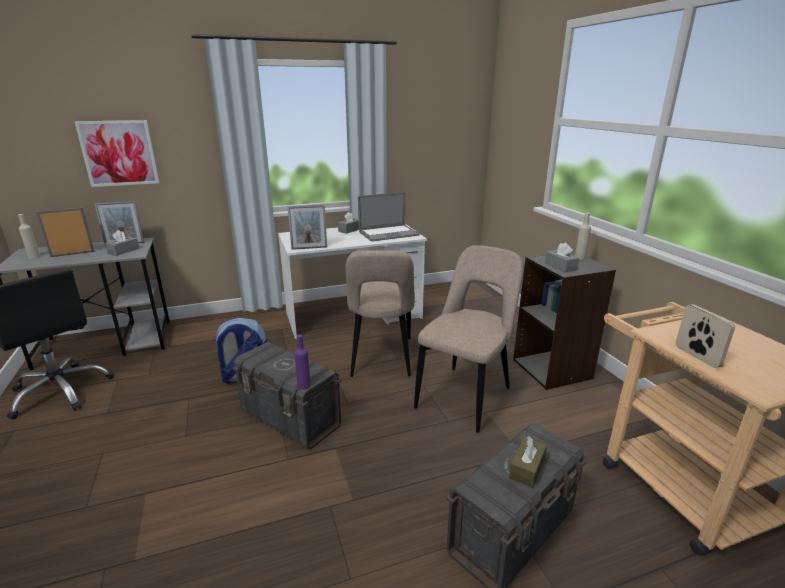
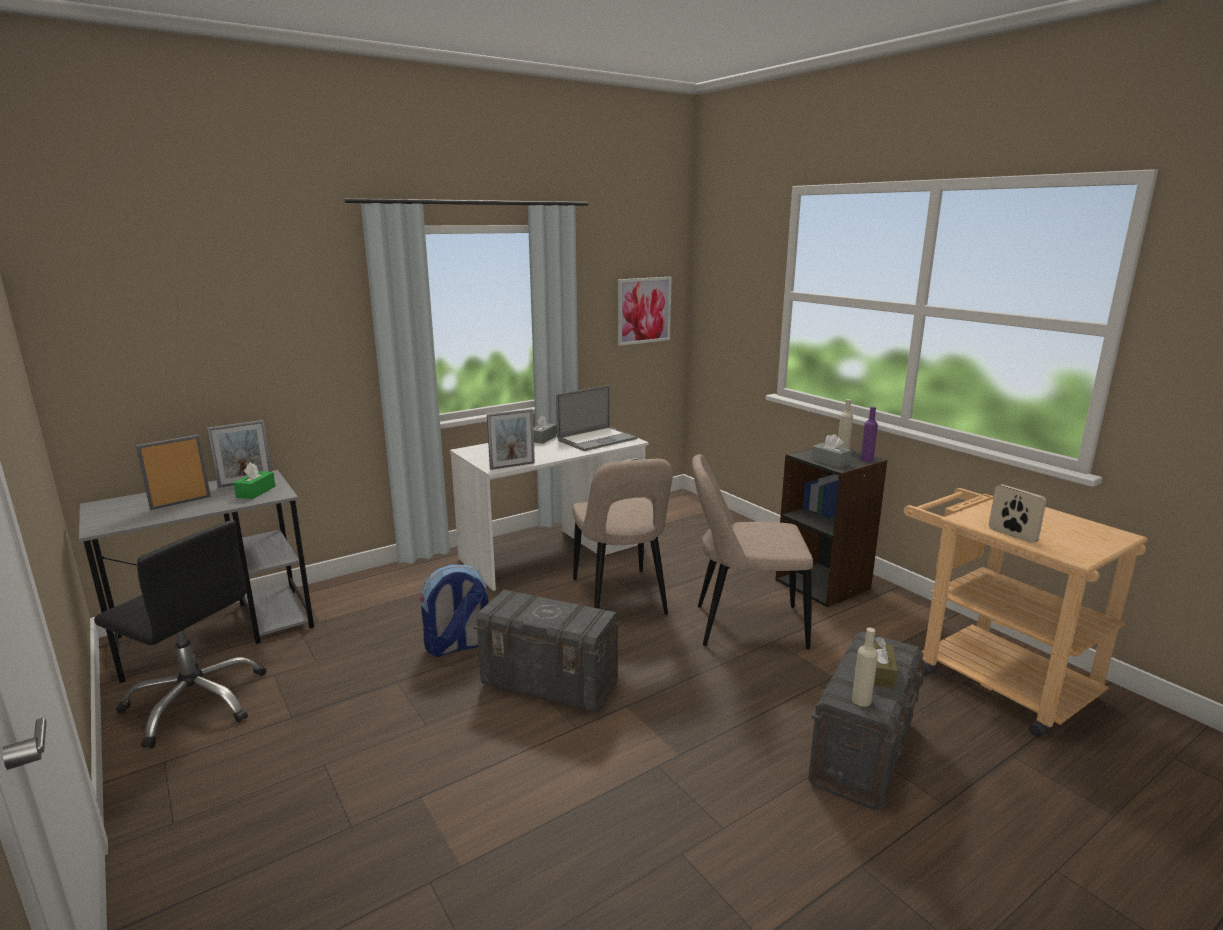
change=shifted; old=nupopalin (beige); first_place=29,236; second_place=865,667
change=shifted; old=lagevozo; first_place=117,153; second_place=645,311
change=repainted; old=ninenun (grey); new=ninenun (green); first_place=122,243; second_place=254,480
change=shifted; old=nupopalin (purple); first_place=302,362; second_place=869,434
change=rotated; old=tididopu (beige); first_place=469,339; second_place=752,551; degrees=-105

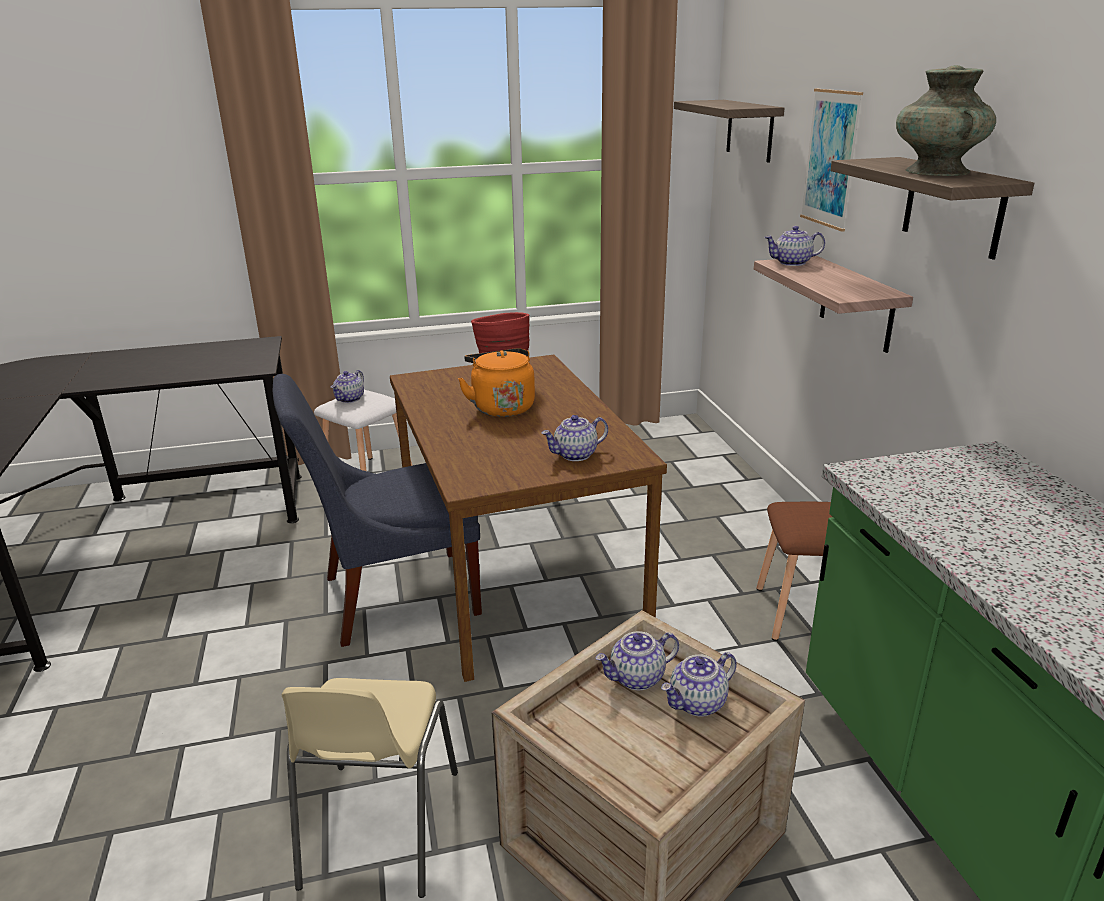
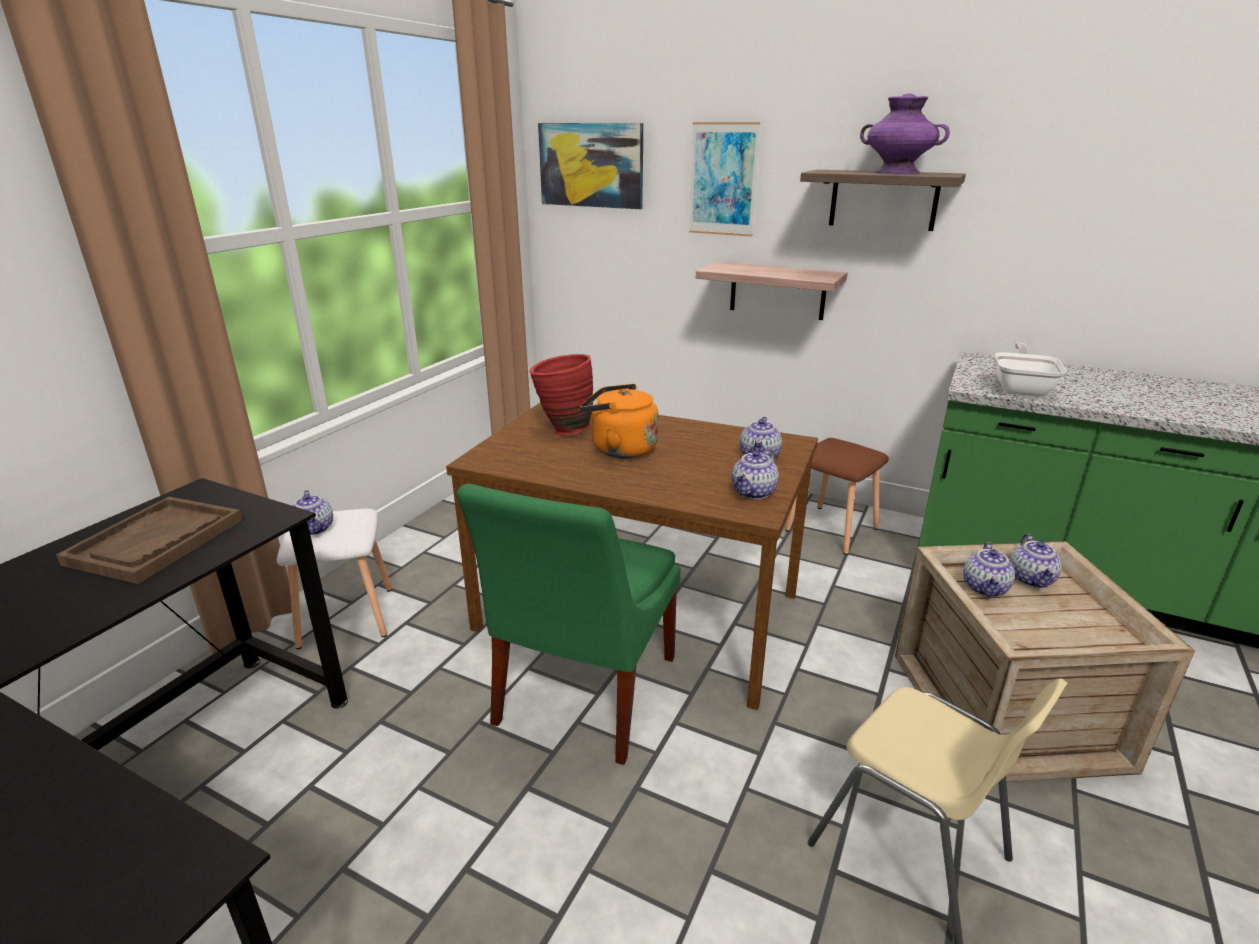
change=repainted; old=tididopu (blue); new=tididopu (green); first_place=377,510; second_place=569,624
change=swapped; old=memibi; new=lagevozo; first_place=729,131; second_place=590,166
change=shifted; old=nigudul; first_place=795,246; second_place=755,474
change=repainted; old=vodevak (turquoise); new=vodevak (purple); first_place=946,120; second_place=905,133
change=new; new=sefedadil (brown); second_place=149,540
change=new; new=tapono; second_place=1031,370

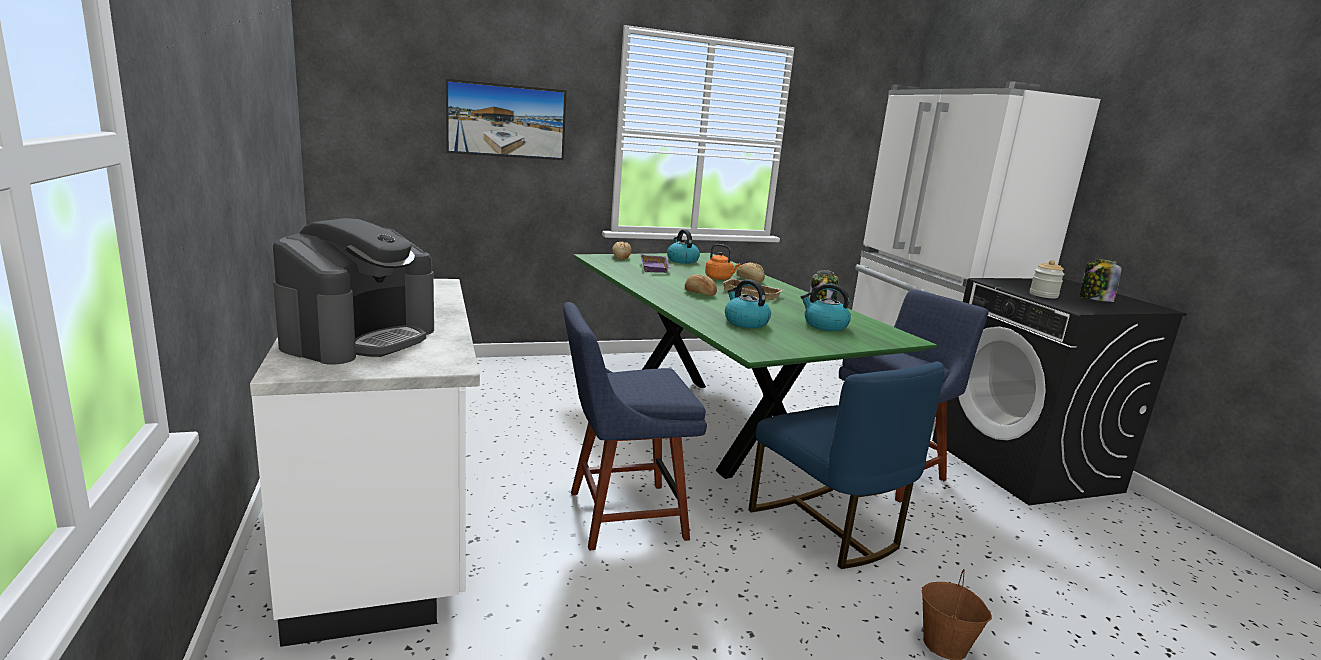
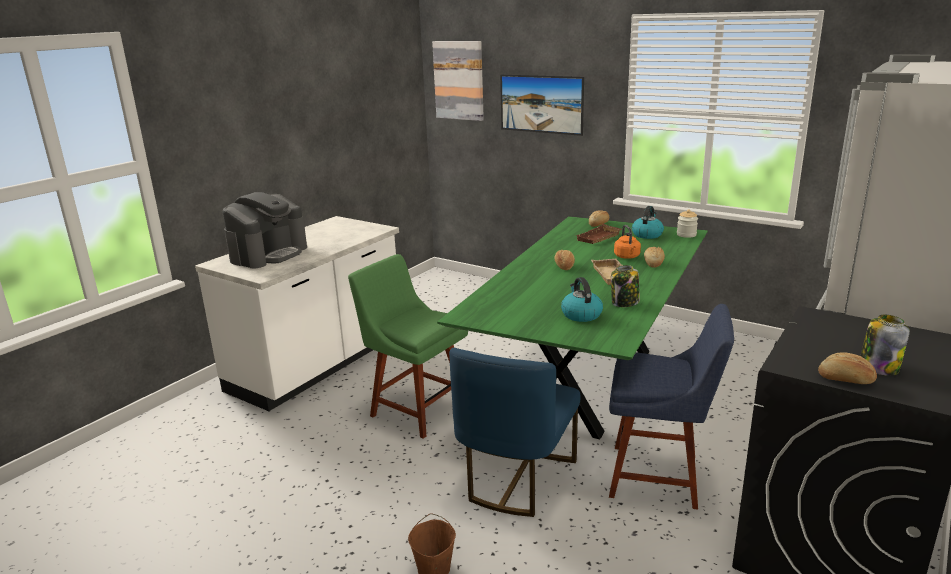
change=rotated; old=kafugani; first_place=353,291; second_place=264,230; degrees=-45
change=repainted; old=tididopu (blue); new=tididopu (green); first_place=635,426; second_place=408,346
change=repainted; old=sefedadil (purple); new=sefedadil (brown); first_place=655,263; second_place=599,234
change=gone; old=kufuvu; first_place=748,304
change=shifted; old=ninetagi; first_place=1047,279; second_place=687,223
change=new; new=lagevozo; second_place=458,81
change=new; new=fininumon; second_place=847,368

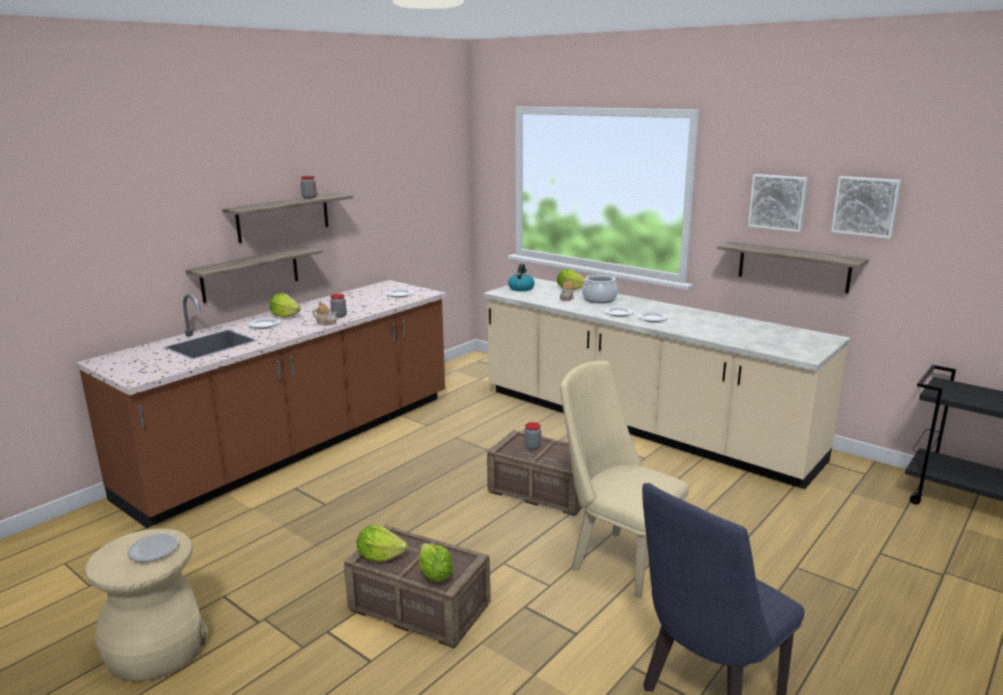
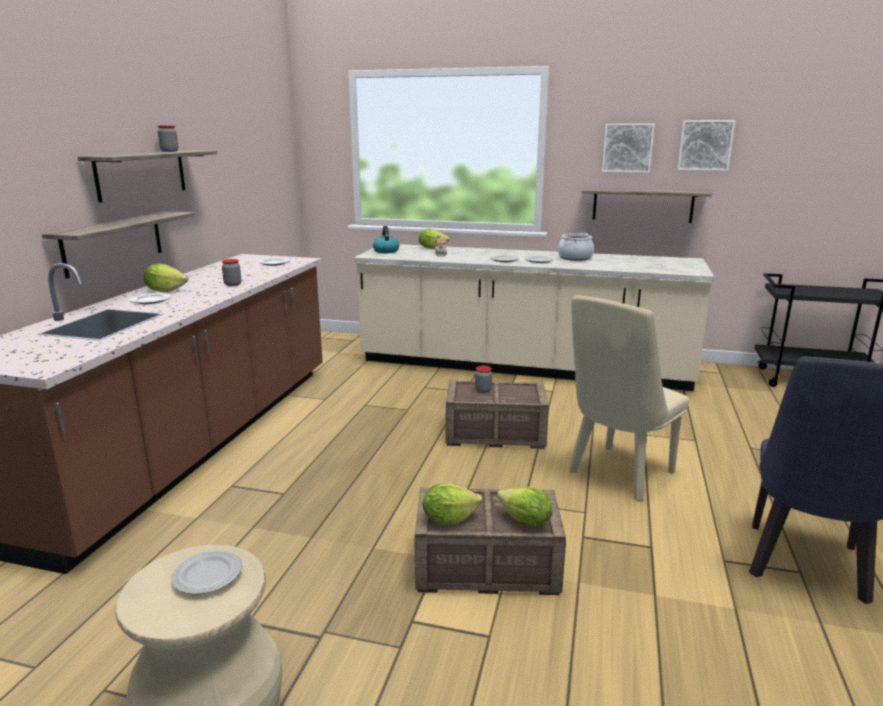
change=gone; old=nigudul; first_place=325,313
change=rotated; old=tididopu (beige); first_place=624,479; second_place=629,398; degrees=-60
change=shifted; old=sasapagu; first_place=600,289; second_place=576,247

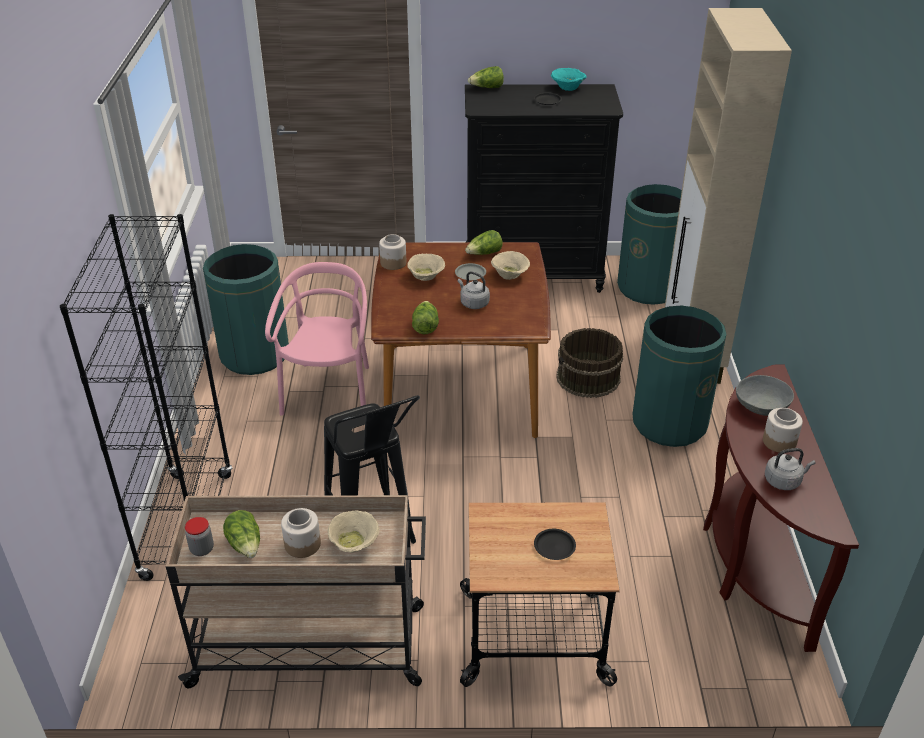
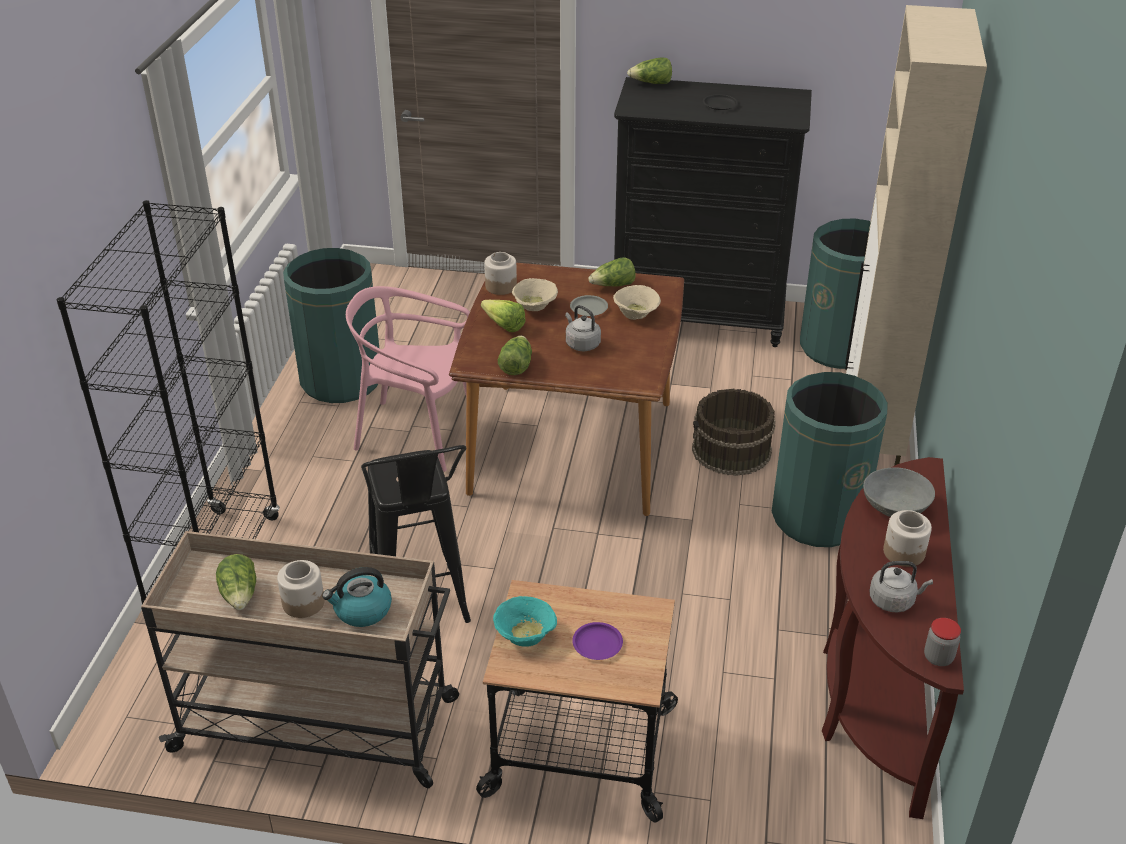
change=shifted; old=ninetagi; first_place=199,536; second_place=942,642
change=rotated; old=tididopu (pink); first_place=317,339; second_place=408,379; degrees=-90
change=swapped; old=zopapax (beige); new=kufuvu; first_place=353,531; second_place=357,597
change=repainted; old=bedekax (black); new=bedekax (purple); first_place=555,544; second_place=597,641
change=shifted; old=zopapax (turquoise); first_place=569,79; second_place=525,621
change=new; new=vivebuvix; second_place=503,316

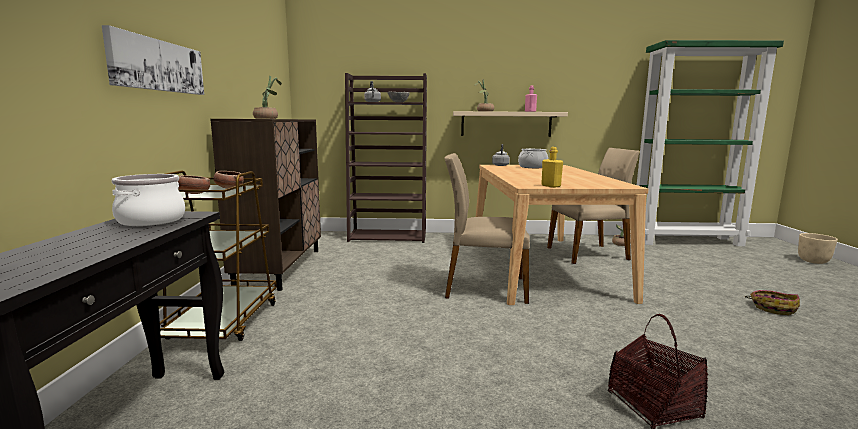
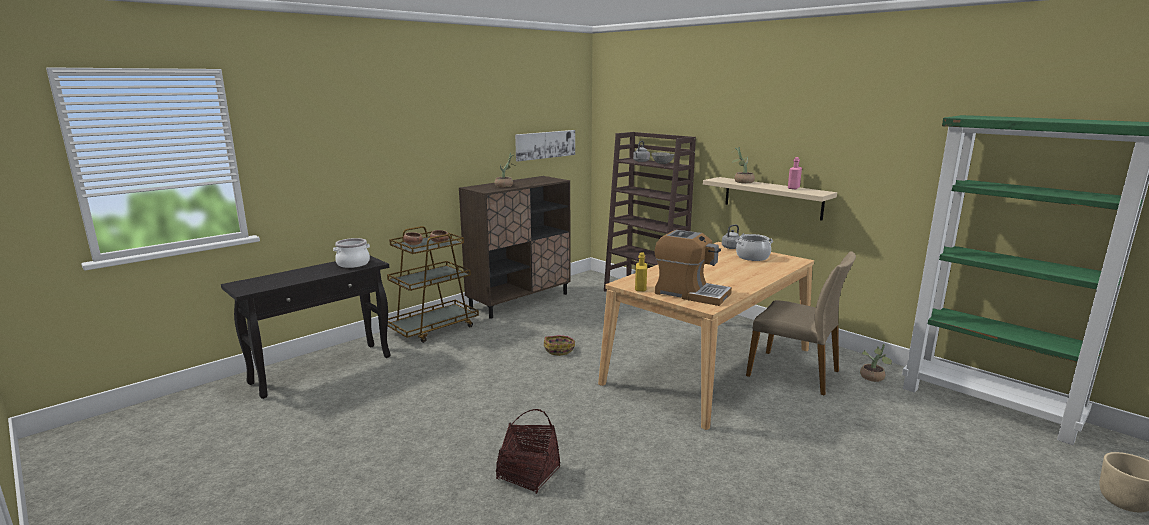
change=shifted; old=lagevozo; first_place=153,60; second_place=545,145
change=gone; old=tididopu (beige); first_place=487,228
change=shifted; old=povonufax; first_place=772,302; second_place=559,345
change=new; new=kafugani; second_place=693,268

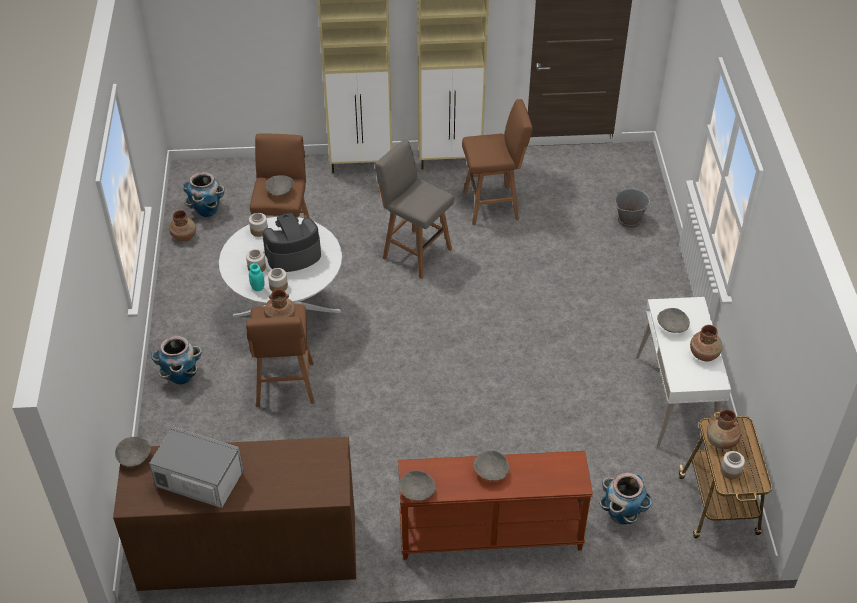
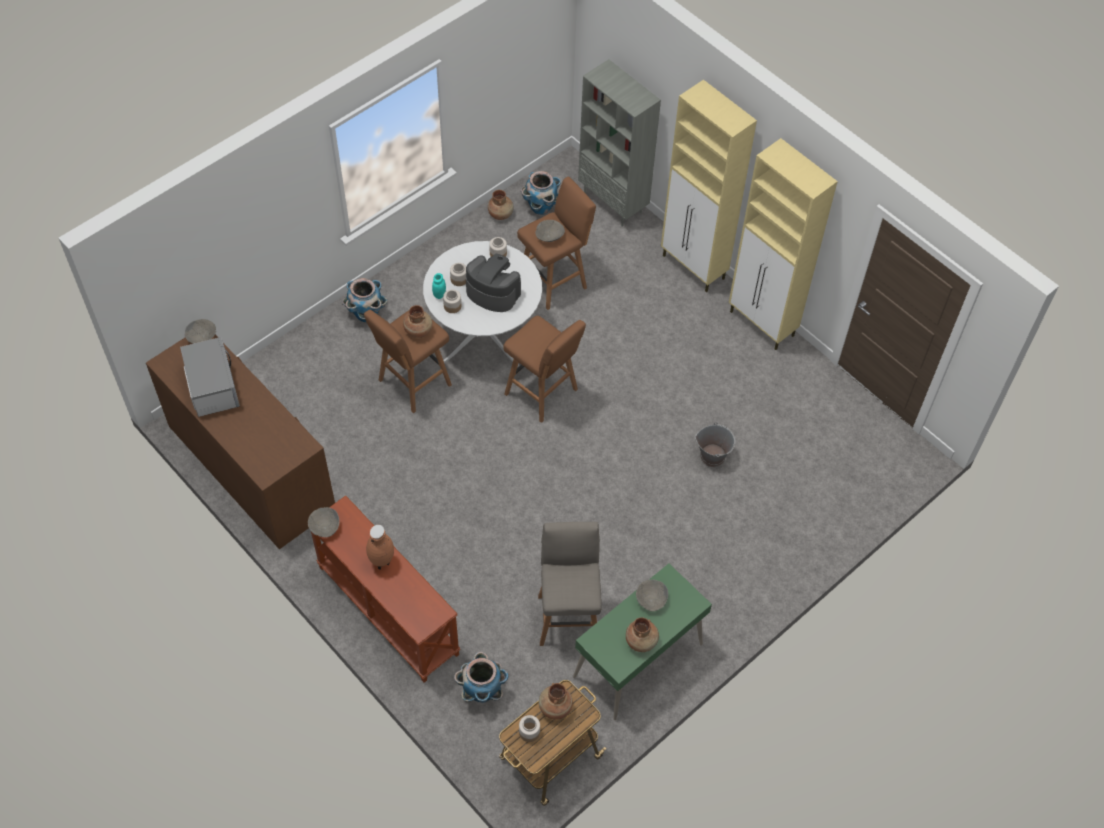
change=shifted; old=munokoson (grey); first_place=414,209; second_place=570,584
change=shifted; old=munokoson (brown); first_place=497,162; second_place=544,369
change=swapped; old=zopapax (grey); new=vodevak (brown); first_place=491,466; second_place=380,547
change=shifted; old=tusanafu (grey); first_place=632,208; second_place=715,444
change=repainted; old=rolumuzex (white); new=rolumuzex (green); first_place=683,372; second_place=642,641
change=new; new=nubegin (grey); second_place=619,143

